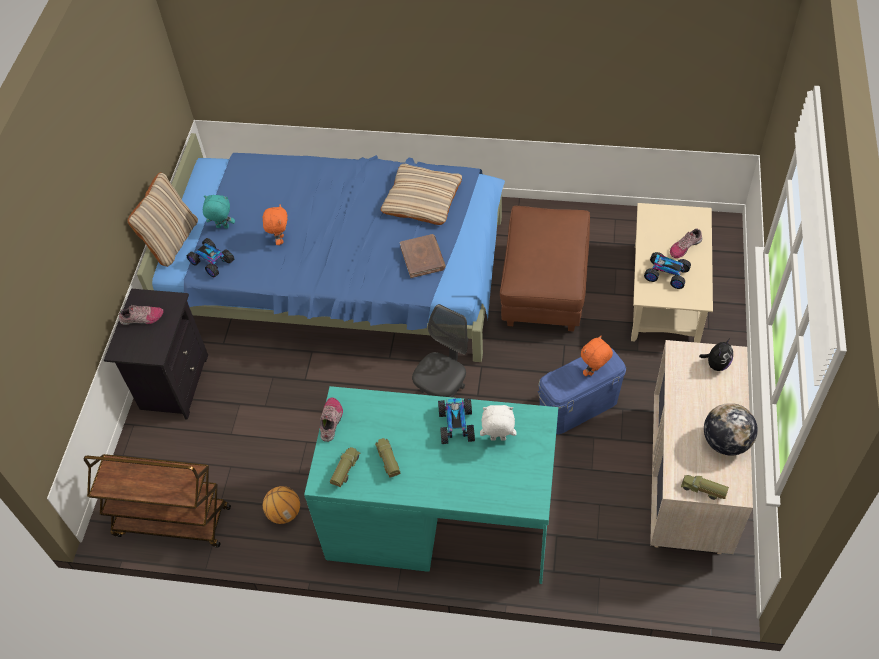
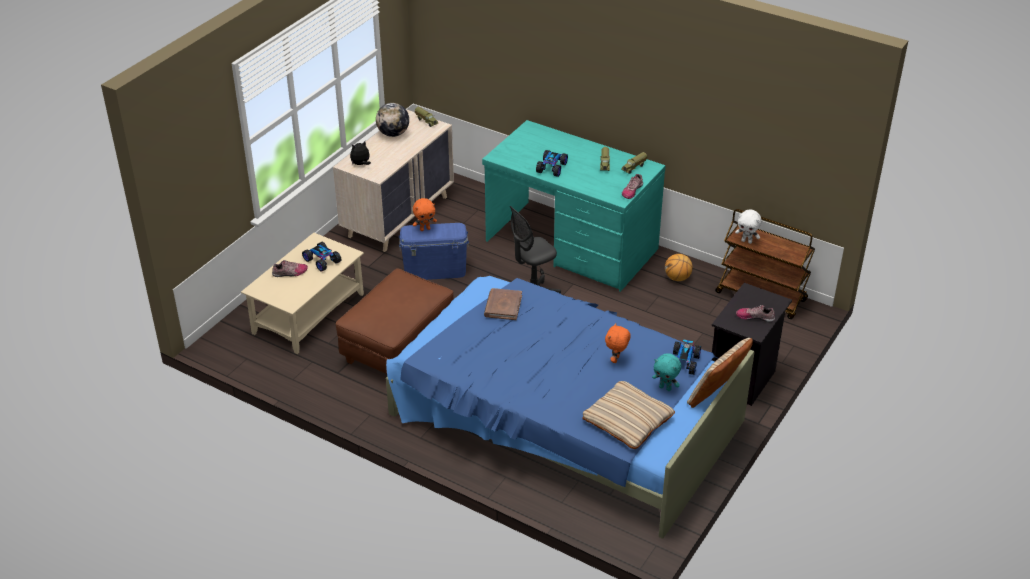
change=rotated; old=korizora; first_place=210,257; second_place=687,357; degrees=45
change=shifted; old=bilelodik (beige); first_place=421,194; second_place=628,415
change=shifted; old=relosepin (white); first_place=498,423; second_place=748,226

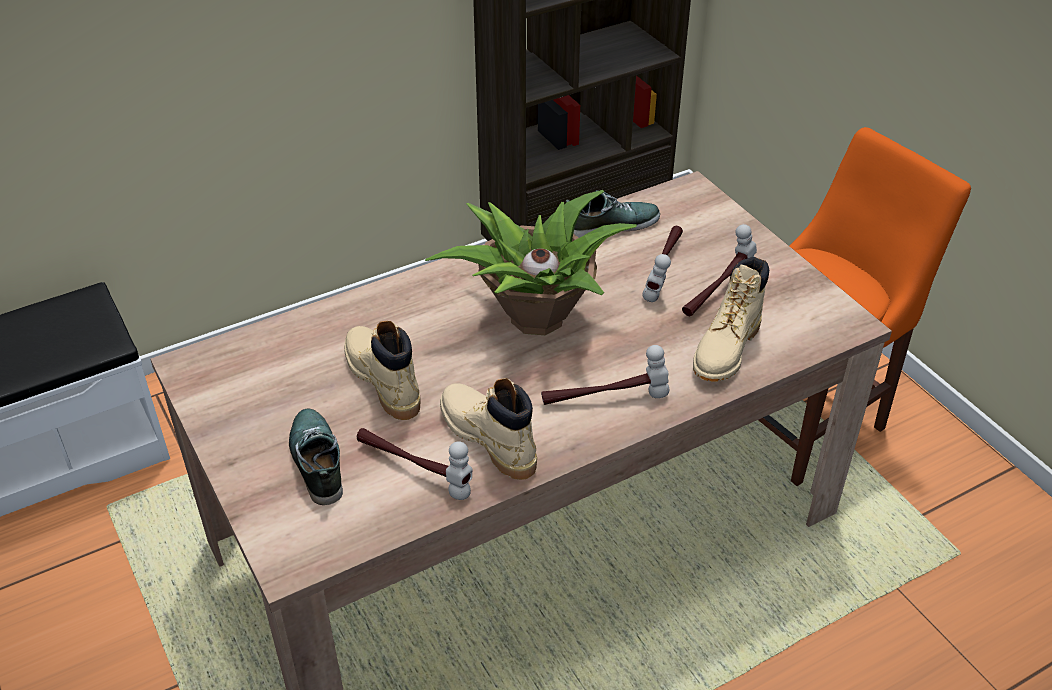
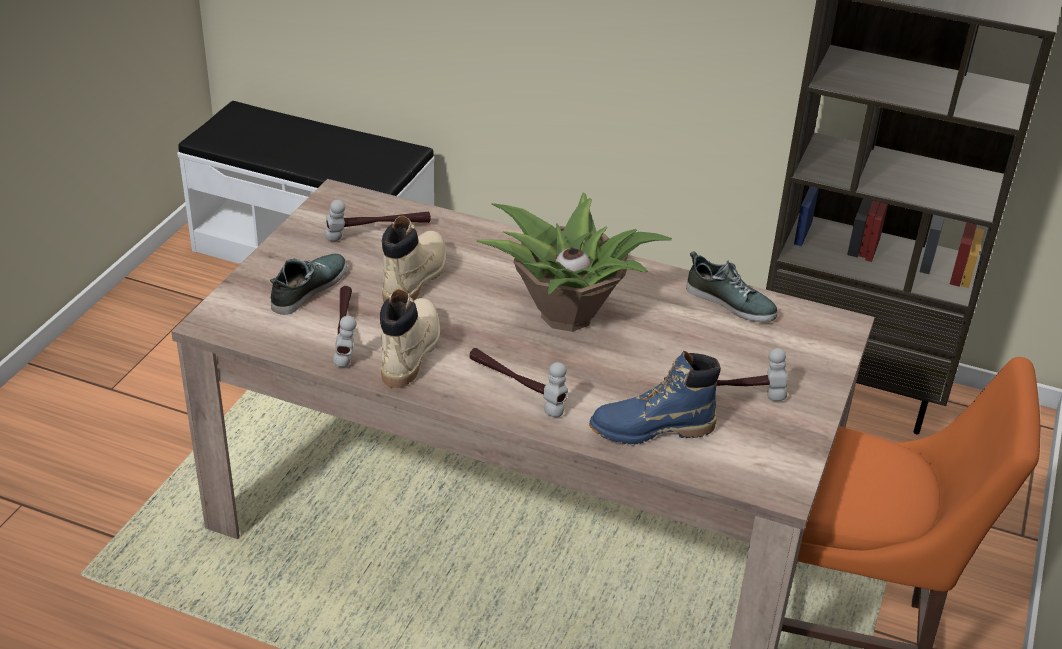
change=shifted; old=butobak; first_place=663,264; second_place=378,220
change=repainted; old=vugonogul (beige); new=vugonogul (blue); first_place=731,319; second_place=655,397

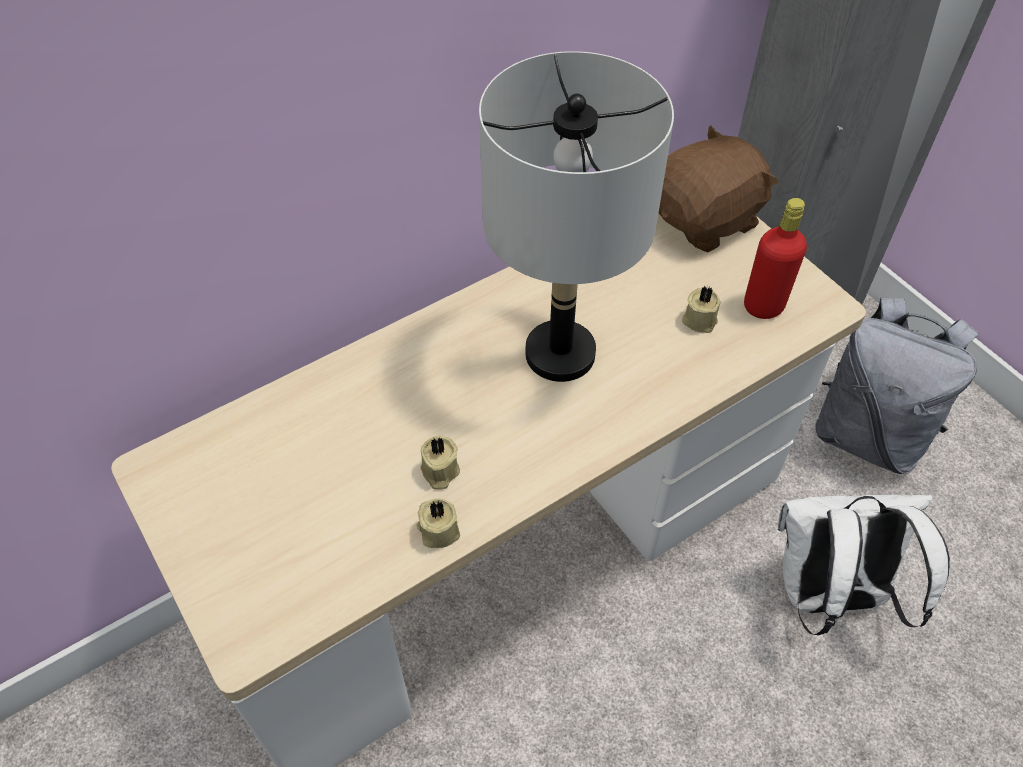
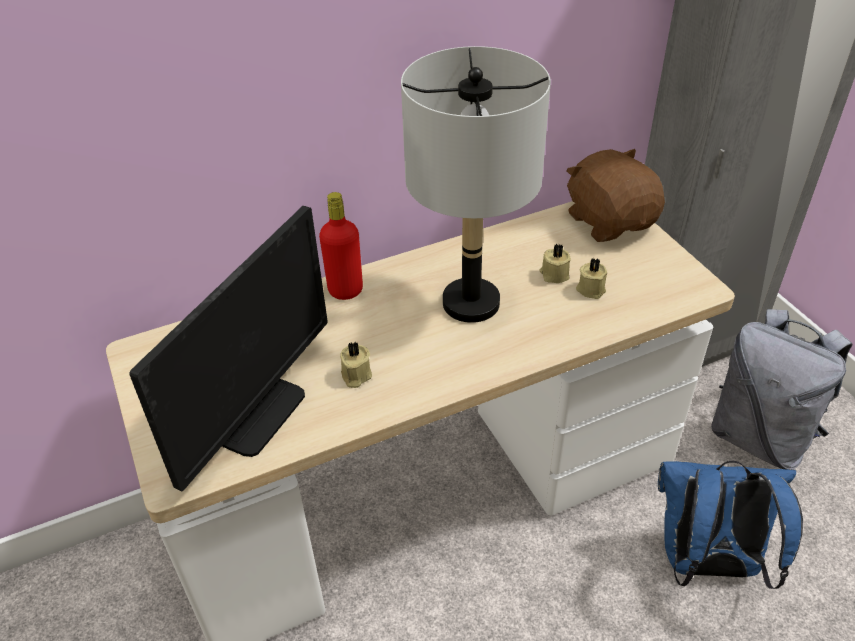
change=shifted; old=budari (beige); first_place=438,523; second_place=555,263
change=rotated; old=relosepin (brown); first_place=718,188; second_place=616,195; degrees=-90
change=shifted; old=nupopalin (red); first_place=775,258; second_place=341,246
change=repainted; old=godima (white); new=godima (blue); first_place=864,565; second_place=730,524
change=new; new=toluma; second_place=228,348

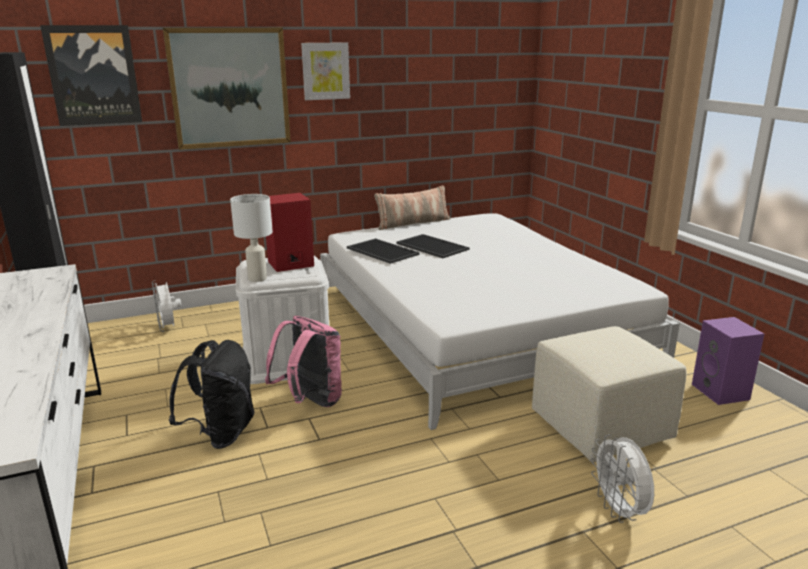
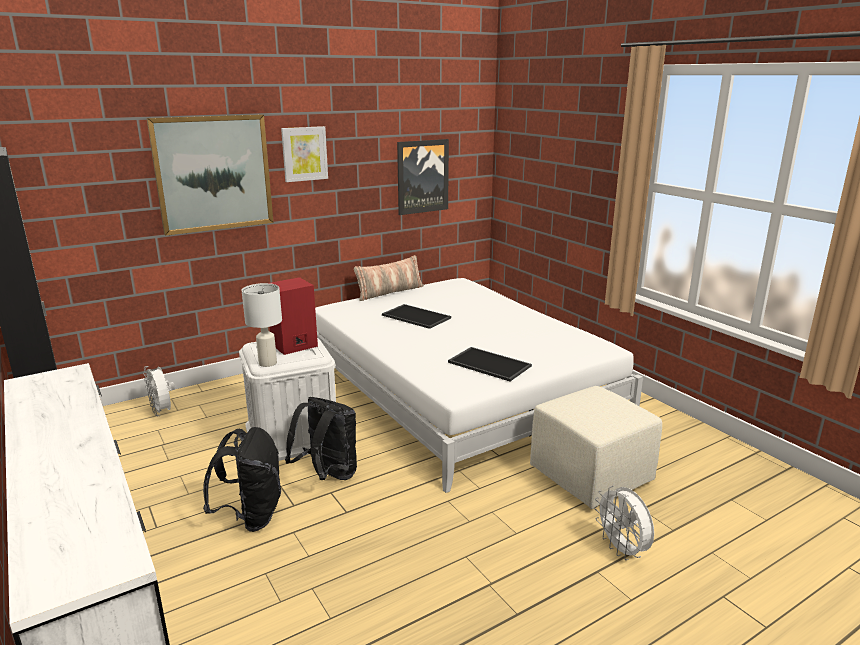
change=shifted; old=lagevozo; first_place=91,75; second_place=423,177
change=repainted; old=godima (pink); new=godima (black); first_place=303,361; second_place=321,438
change=shifted; old=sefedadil; first_place=383,251; second_place=490,364
change=gone; old=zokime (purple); first_place=728,361

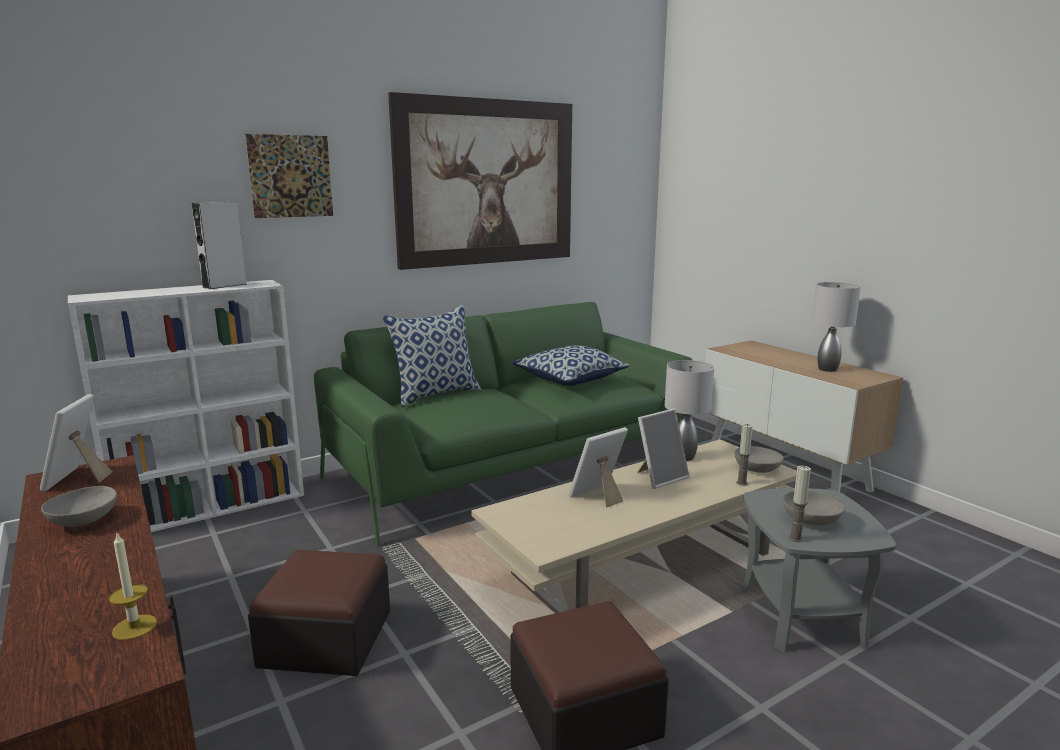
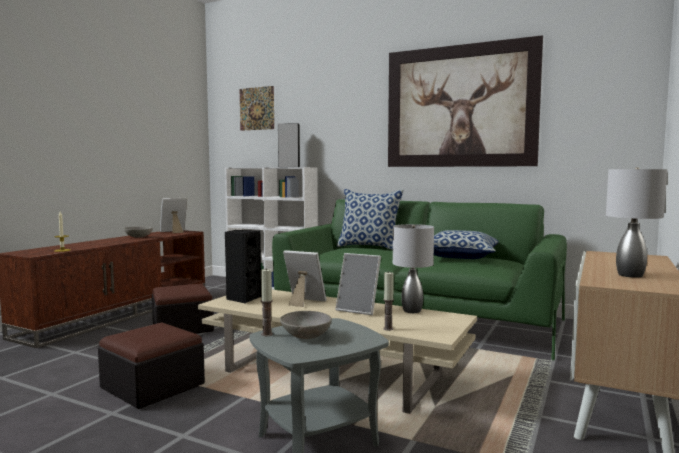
change=shifted; old=lagevozo; first_place=289,176; second_place=257,108
change=gone; old=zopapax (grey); first_place=759,459
change=new; new=zokime (black); second_place=243,267

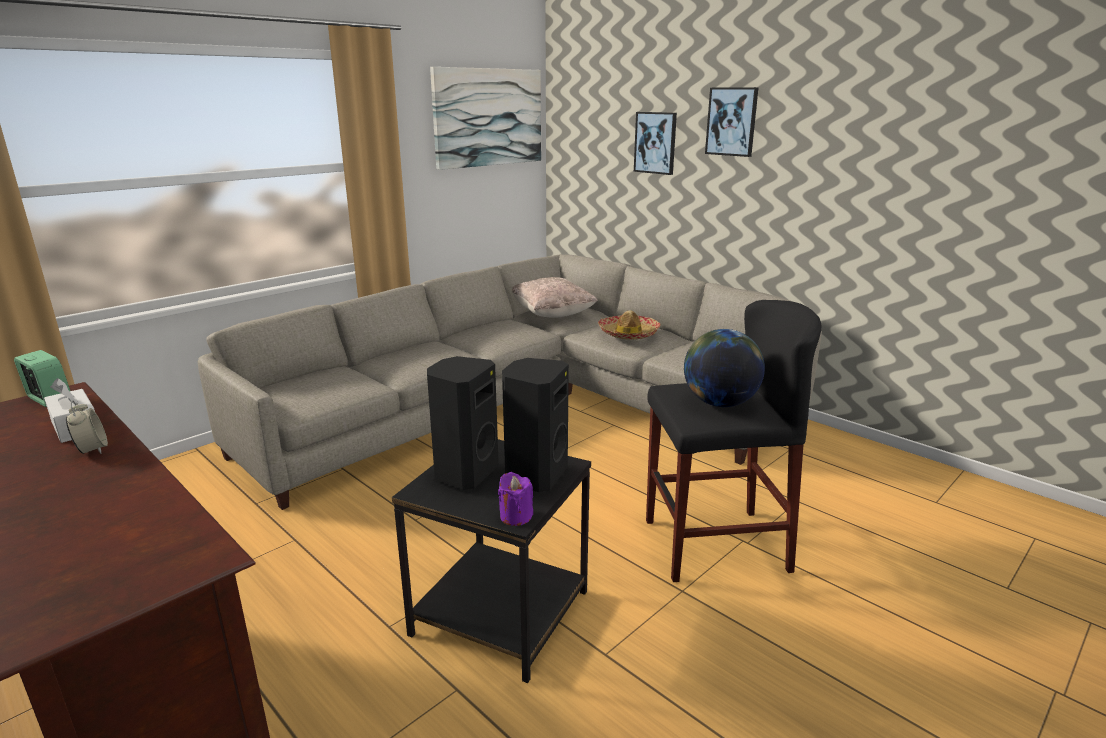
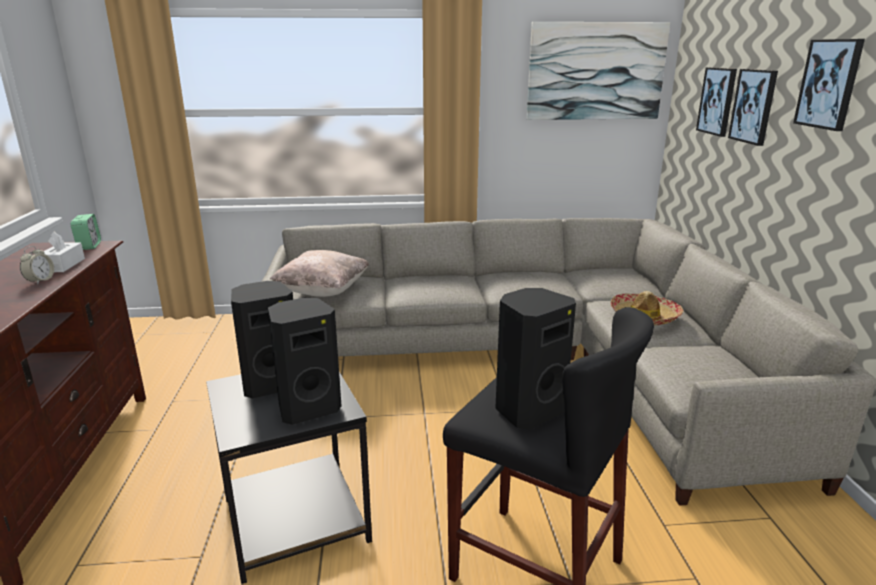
change=gone; old=budari (purple); first_place=515,499
change=shifted; old=bilelodik (beige); first_place=555,297; second_place=319,273
change=swapped; old=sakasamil; new=zokime (black); first_place=724,368; second_place=535,359
change=new; new=lagevozo; second_place=716,102

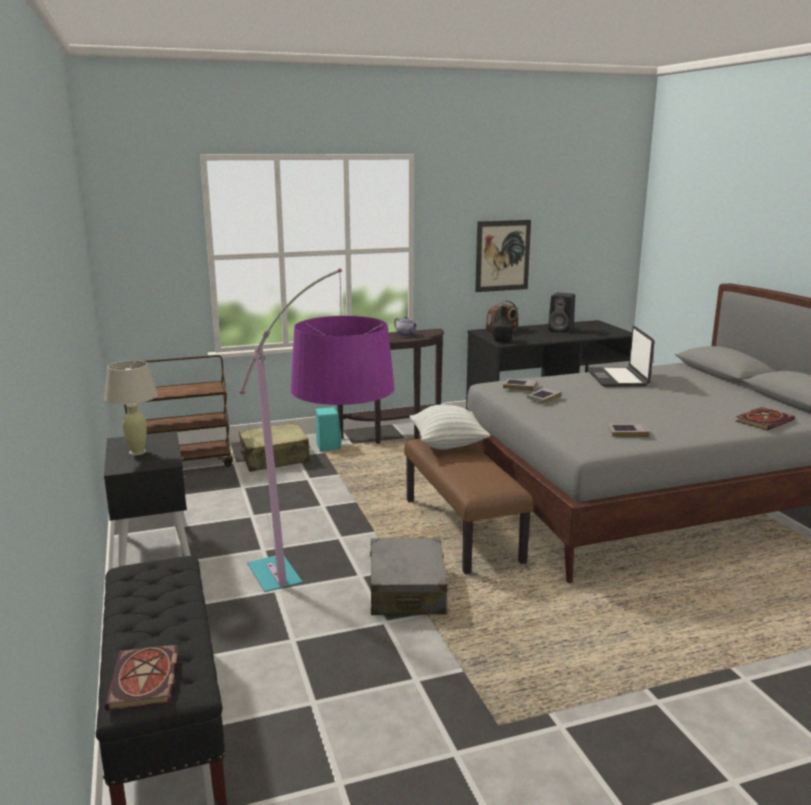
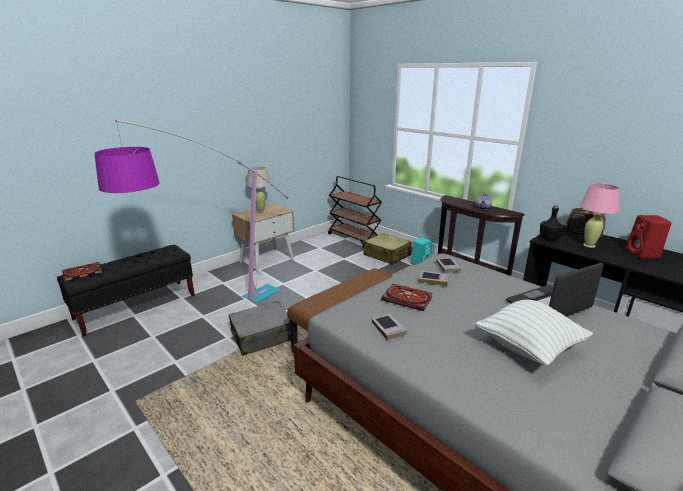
change=repainted; old=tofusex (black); new=tofusex (beige); first_place=147,499; second_place=263,238
change=shifted; old=bilelodik; first_place=449,427; second_place=534,332
change=gone; old=lagevozo; first_place=503,256
change=repainted; old=zokime (black); new=zokime (red); first_place=561,312; second_place=648,237
change=shifted; old=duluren; first_place=765,418; second_place=407,297
change=new; new=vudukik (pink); second_place=599,215

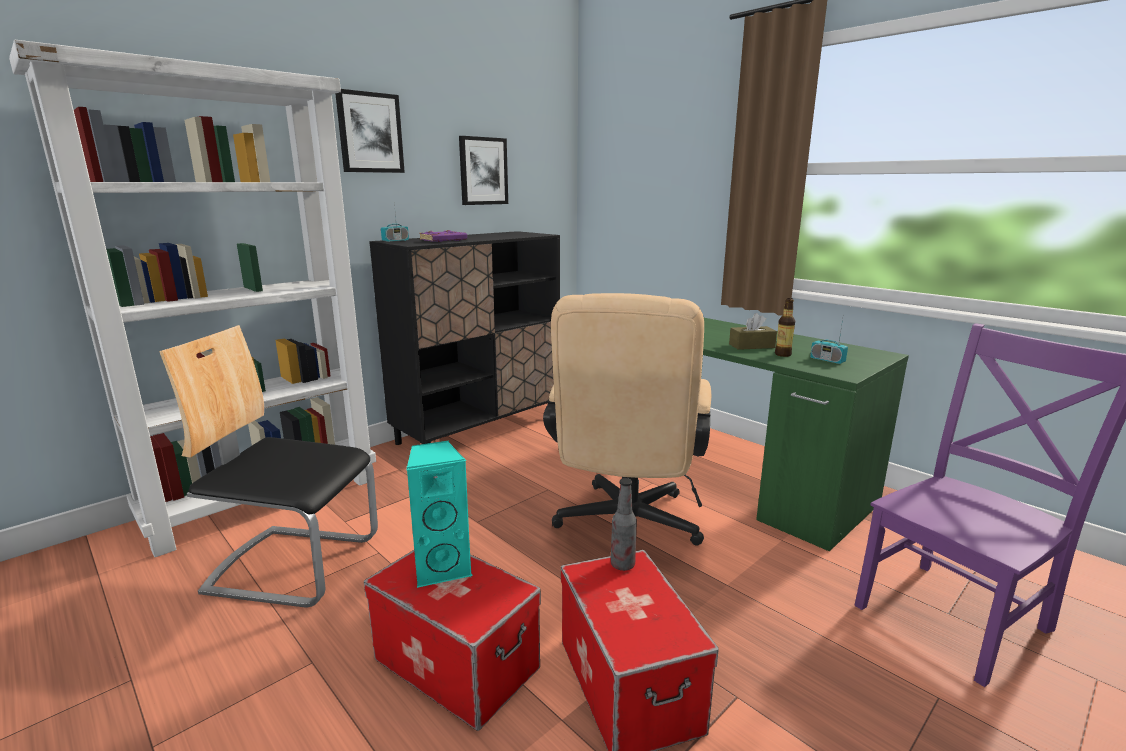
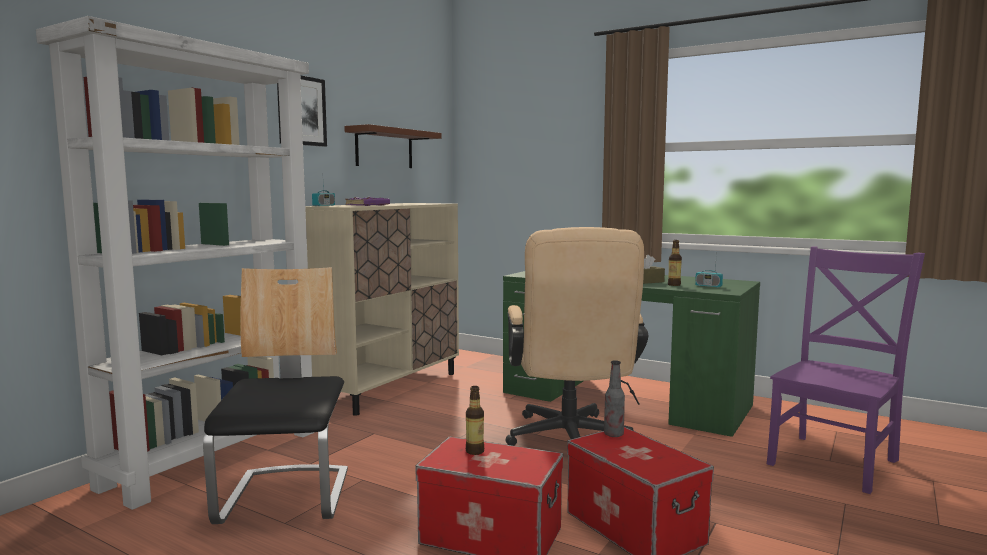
change=rotated; old=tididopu; first_place=268,466; second_place=275,395; degrees=90
change=repainted; old=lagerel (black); new=lagerel (beige); first_place=464,338; second_place=382,309
change=swapped; old=zokime (turquoise); new=nupopalin; first_place=439,514; second_place=475,420
change=swapped; old=lagevozo; new=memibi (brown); first_place=483,170; second_place=393,146

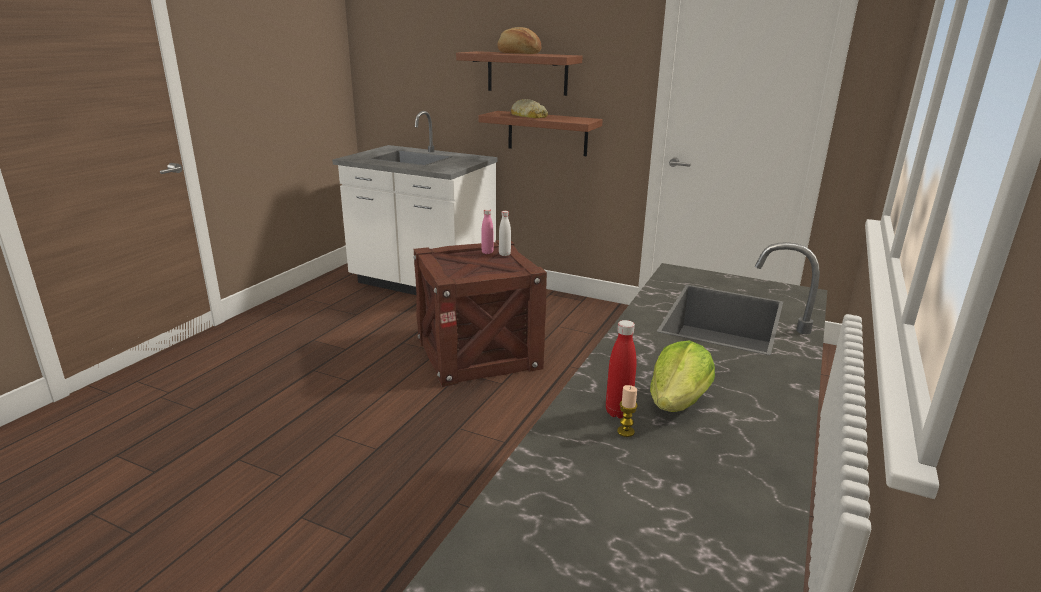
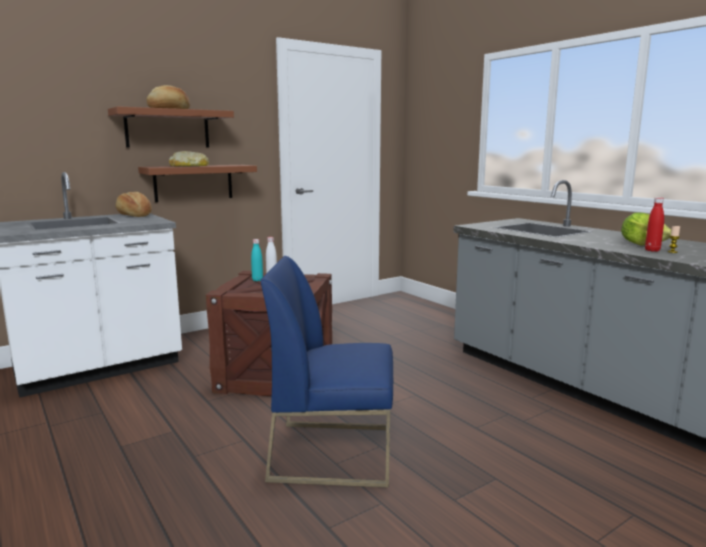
change=repainted; old=nupopalin (pink); new=nupopalin (turquoise); first_place=487,231; second_place=257,260
change=new; new=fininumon; second_place=134,204
change=new; new=tididopu (blue); second_place=326,372

